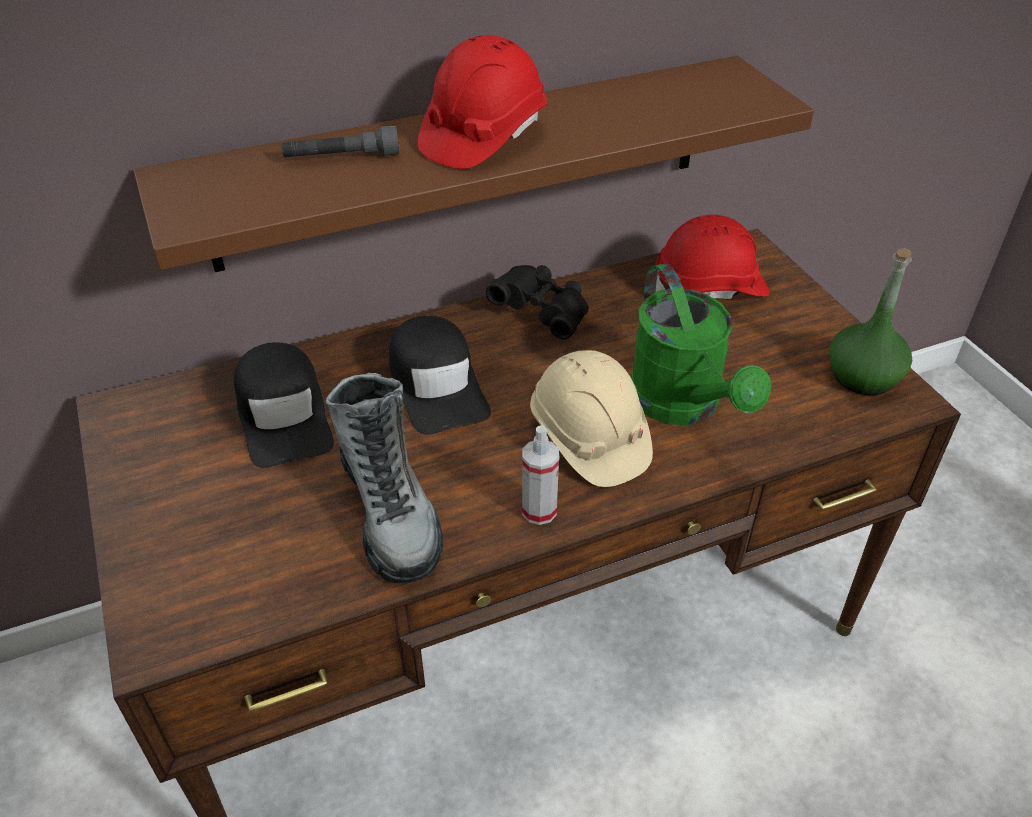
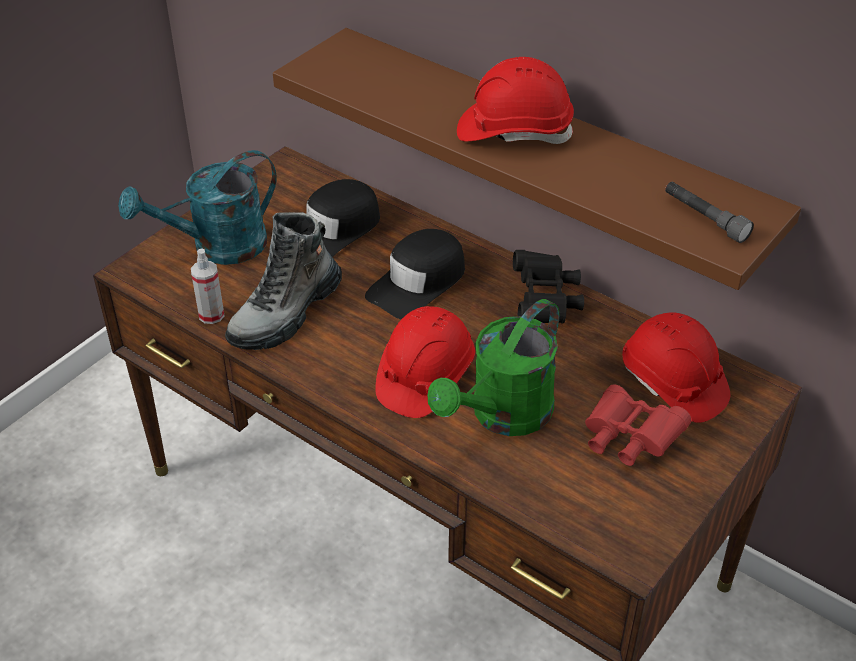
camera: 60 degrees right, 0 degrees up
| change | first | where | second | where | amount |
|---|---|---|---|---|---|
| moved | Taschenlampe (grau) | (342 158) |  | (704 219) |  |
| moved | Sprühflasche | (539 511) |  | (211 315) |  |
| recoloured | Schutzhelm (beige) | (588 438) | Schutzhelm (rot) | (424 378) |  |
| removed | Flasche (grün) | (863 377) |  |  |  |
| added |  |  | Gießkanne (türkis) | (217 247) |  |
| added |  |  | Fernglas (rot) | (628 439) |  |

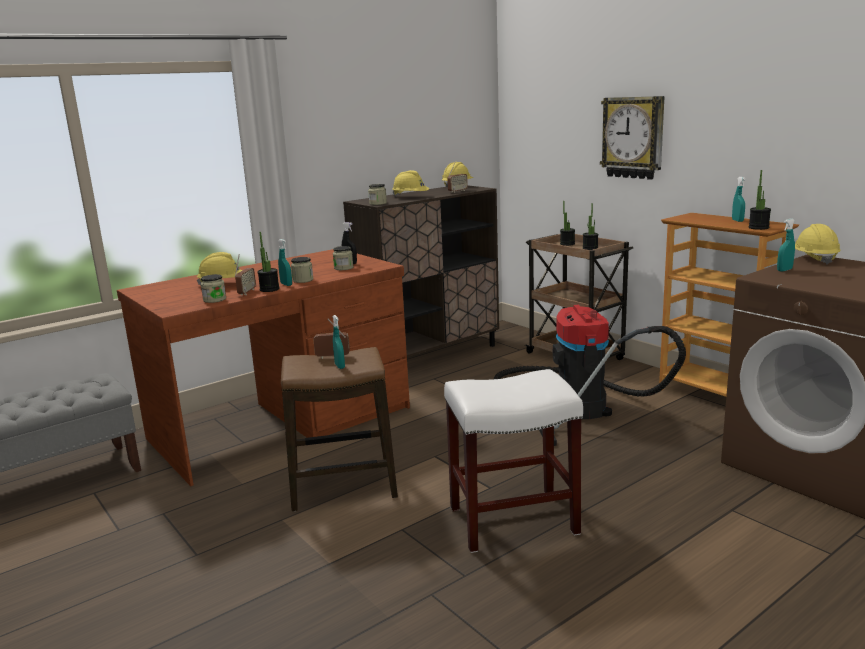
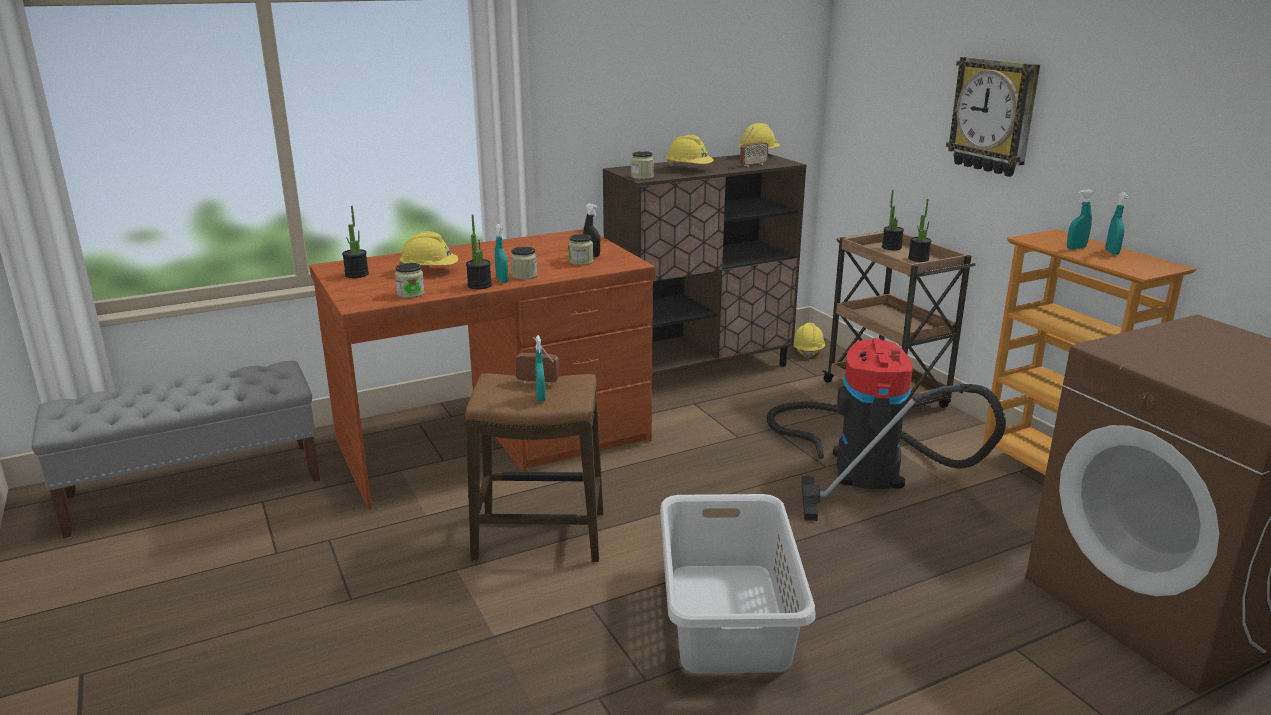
camera: 10 degrees right, 5 degrees up
| change | first | where | second | where | amount |
|---|---|---|---|---|---|
| removed | Radio | (246 292) |  |  |  |
| replaced | Hocker (weiß) | (514 520) | Wäschekorb (grau) | (729 615) |  |
| moved | Topfpflanze | (758 227) |  | (357 274) |  |
| moved | Sprühflasche (türkis) | (784 270) |  | (1076 248) |  |
| moved | Schutzhelm (gelb) | (814 259) |  | (807 351) |  |

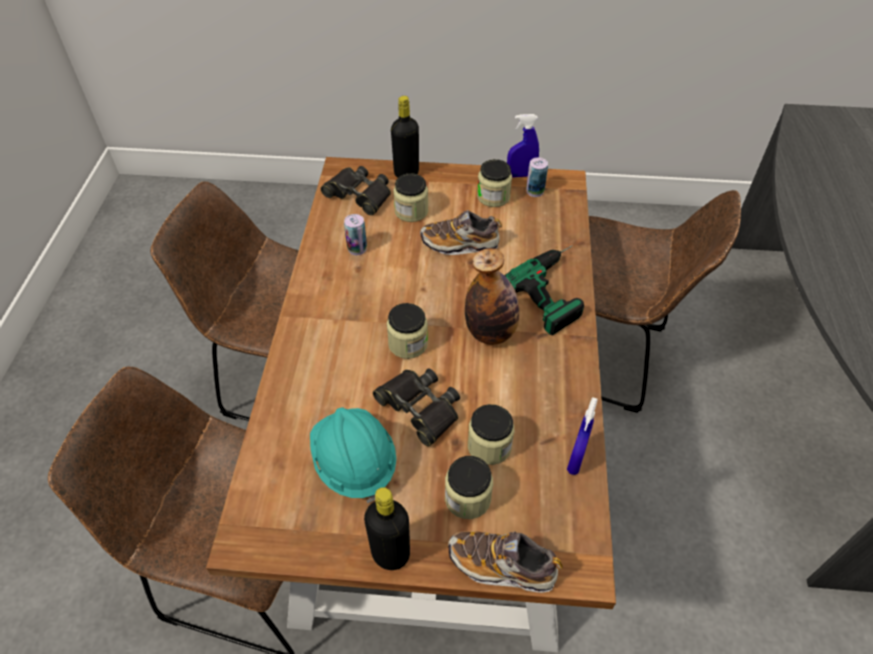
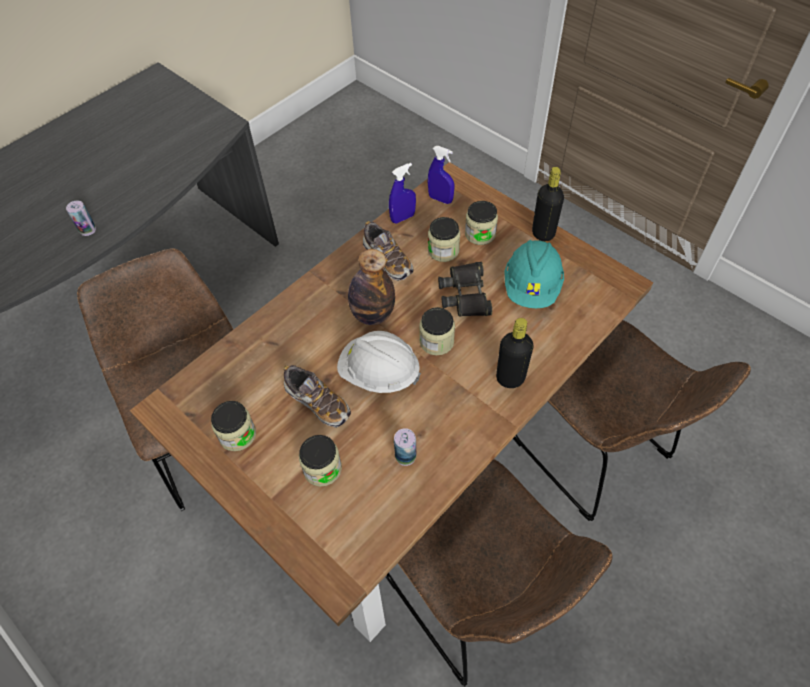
camera: 140 degrees left, 5 degrees up
| change | first | where | second | where | amount |
|---|---|---|---|---|---|
| removed | Fernglas (schwarz) | (359 195) |  |  |  |
| moved | Flasche (schwarz) | (406 173) |  | (510 378) |  |
| moved | Schuh | (502 566) |  | (388 260) |  |
| removed | Bohrmaschine | (557 289) |  |  |  |
| moved | Sprühflasche (blau) | (520 175) |  | (440 199) |  |
| moved | Dose | (535 191) |  | (88 230) |  |
| added |  |  | Schutzhelm (weiß) | (379 373) |  |

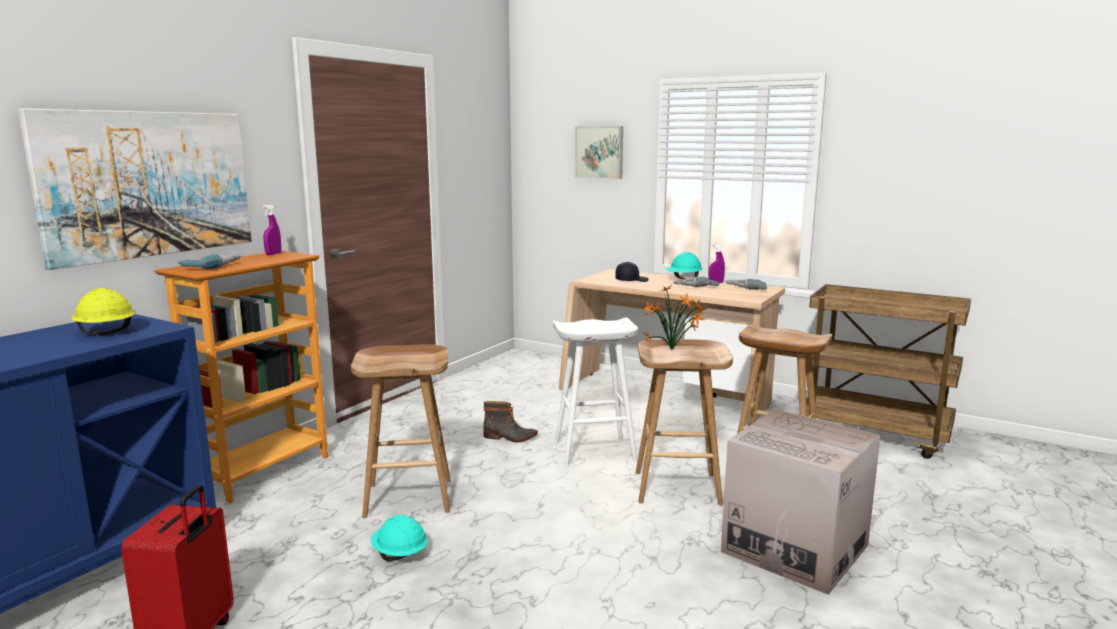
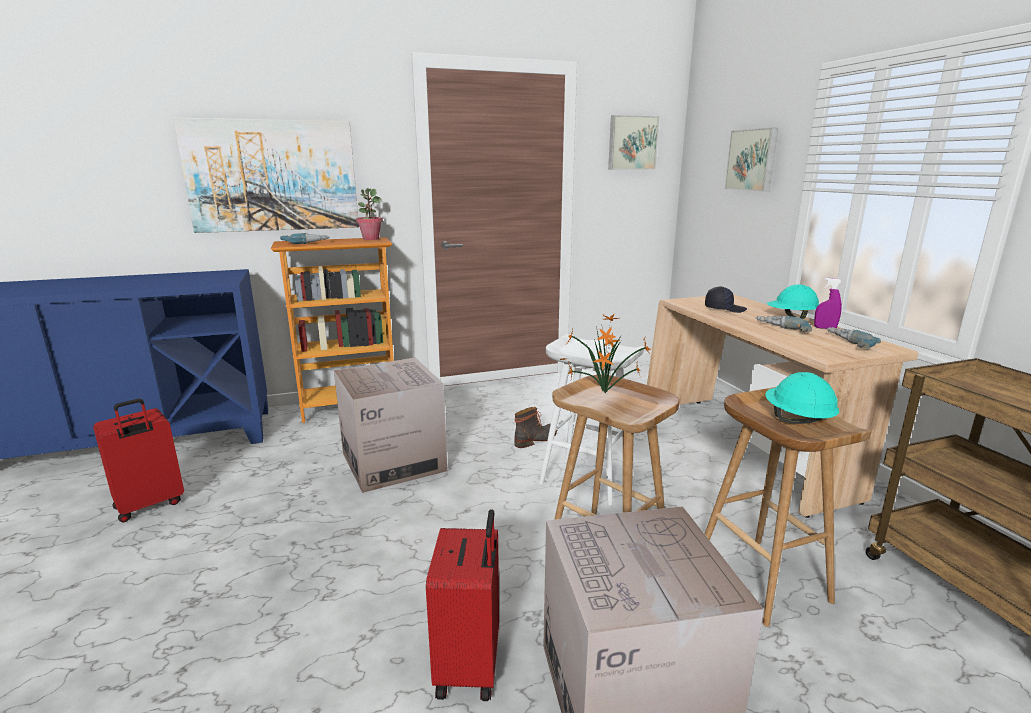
camera: 40 degrees right, 5 degrees up
| change | first | where | second | where | amount |
|---|---|---|---|---|---|
| removed | Schutzhelm (gelb) | (105 332) |  |  |  |
| replaced | Sprühflasche (lila) | (273 254) | Topfpflanze | (371 239) |  |
| replaced | Hocker (braun) | (410 497) | Karton | (393 462) |  |
| moved | Schutzhelm (türkis) | (399 555) |  | (797 420) |  |
| turned | Stiefel | (510 437) |  | (537 439) | 90 degrees counterclockwise |
| added |  |  | Koffer (rot) | (470 666) |  |
| added |  |  | Bild | (632 143) |  |

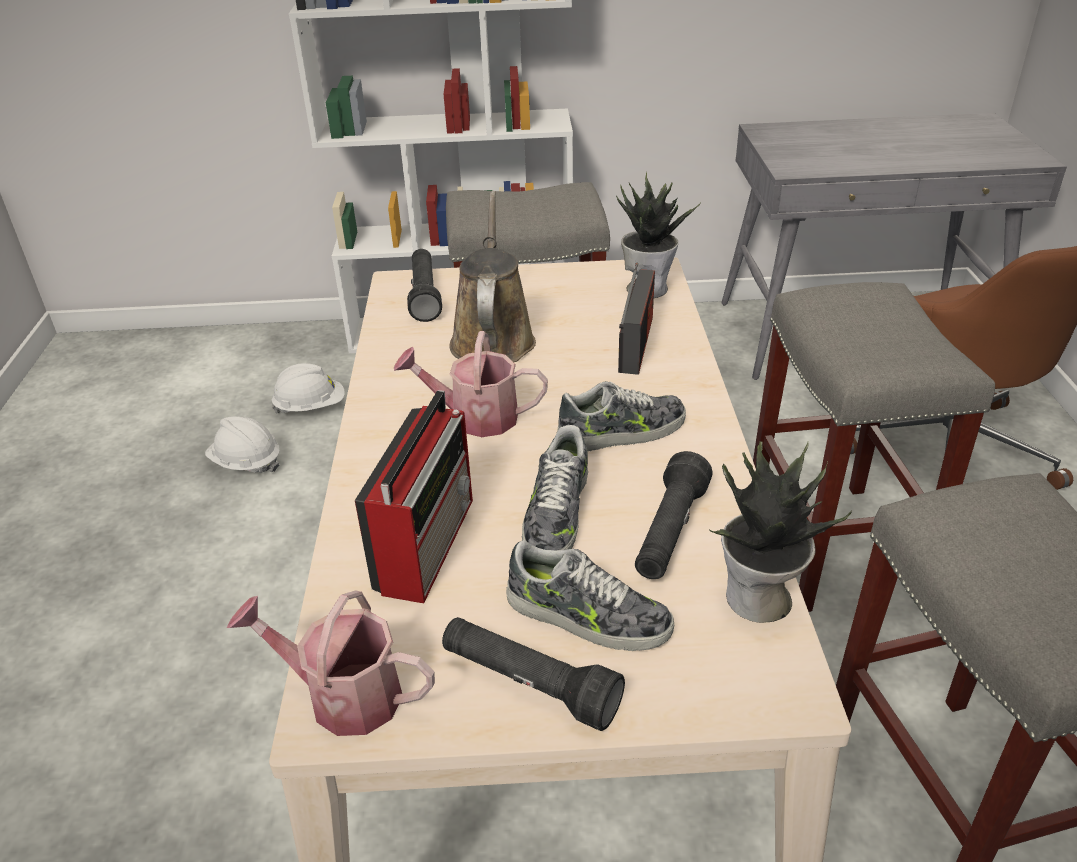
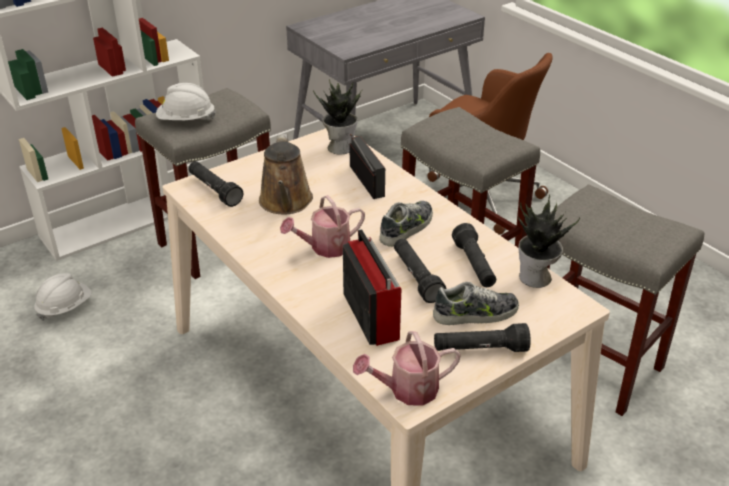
camera: 35 degrees left, 0 degrees up
| change | first | where | second | where | amount |
|---|---|---|---|---|---|
| moved | Schutzhelm (weiß) | (246 463) |  | (186 121) |  |
| turned | Gießkanne (braun) | (493 339) |  | (286 203) | 150 degrees counterclockwise |
| replaced | Schuh | (556 514) | Taschenlampe (schwarz) | (416 277) |  |

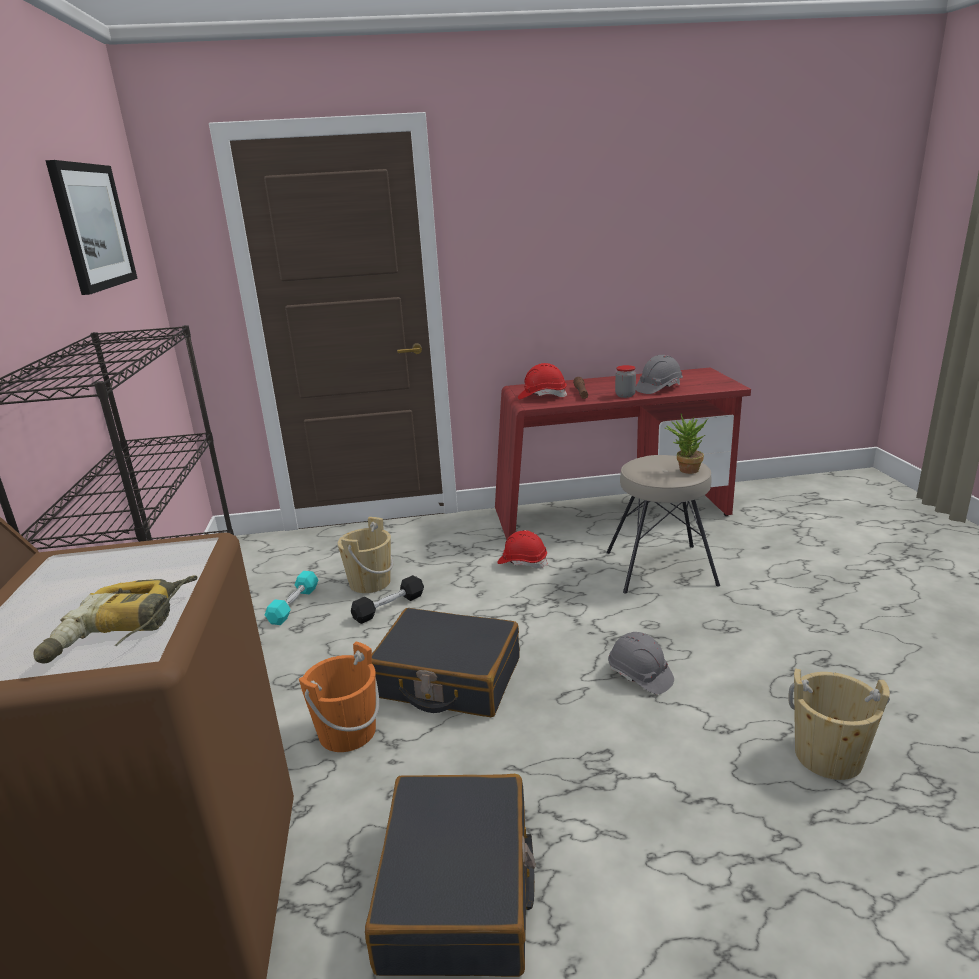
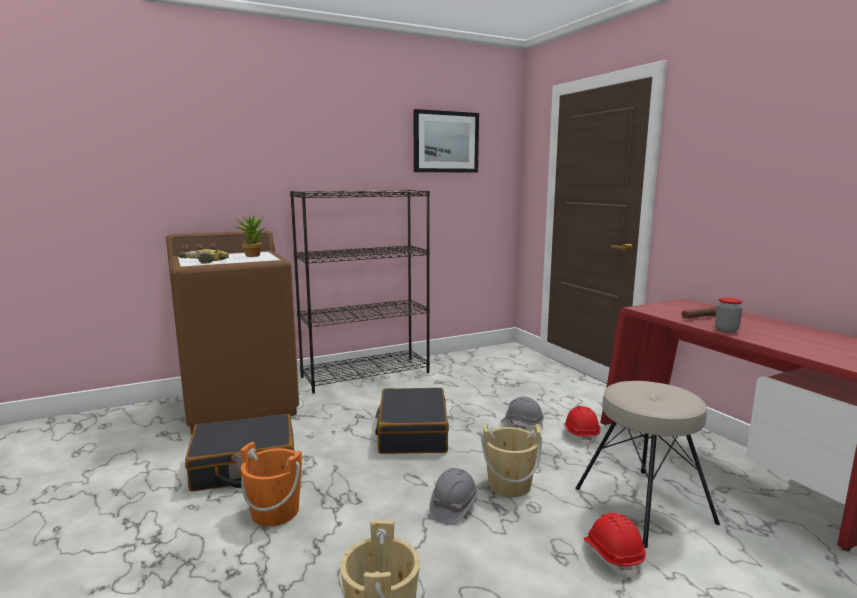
camera: 70 degrees right, 10 degrees down
| change | first | where | second | where | amount |
|---|---|---|---|---|---|
| removed | Hantel (türkis) | (294 605) |  |  |  |
| moved | Eimer (orange) | (347 732) |  | (275 512) |  |
| moved | Eimer (beige) | (370 582) |  | (509 485) |  |
| removed | Hantel (schwarz) | (389 607) |  |  |  |
| moved | Schutzhelm (rot) | (542 396) |  | (613 555) |  |
| moved | Schutzhelm (grau) | (658 388) |  | (522 424) |  |
| moved | Topfpflanze | (684 470) |  | (253 255) |  |

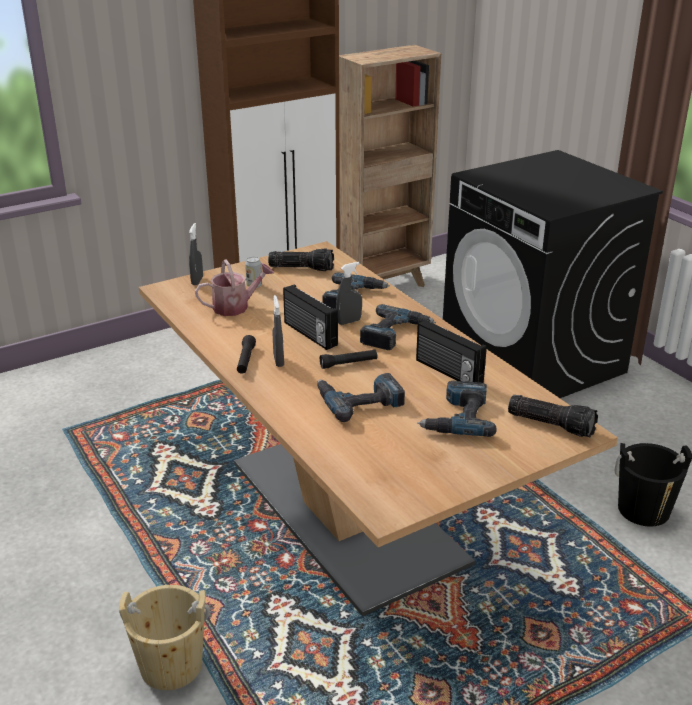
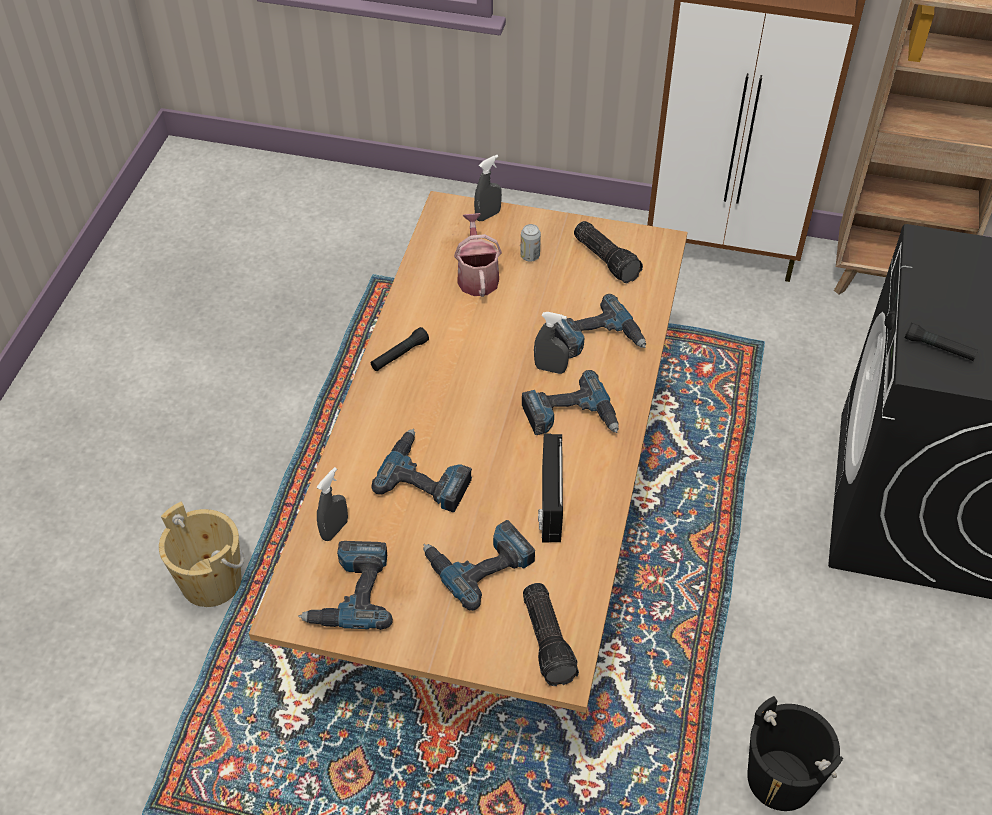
camera: 45 degrees right, 20 degrees up
| change | first | where | second | where | amount |
|---|---|---|---|---|---|
| turned | Gießkanne | (235 307) |  | (477 276) | 120 degrees counterclockwise |
| moved | Sprühflasche (grau) | (278 361) |  | (334 530) |  |
| removed | Radio | (309 334) |  |  |  |
| moved | Taschenlampe (schwarz) | (348 364) |  | (939 348) |  |
| added |  |  | Bohrmaschine | (350 592) |  |

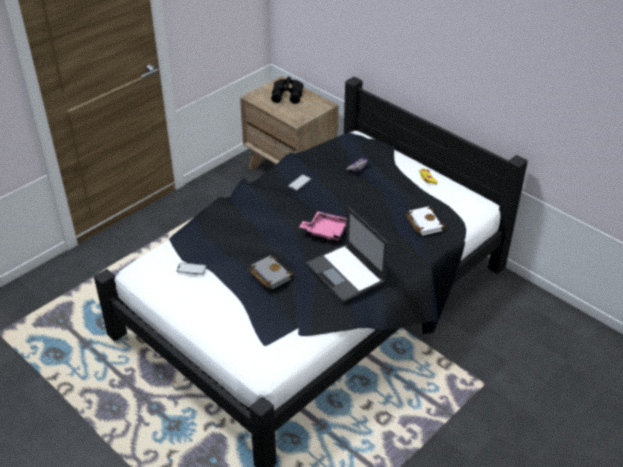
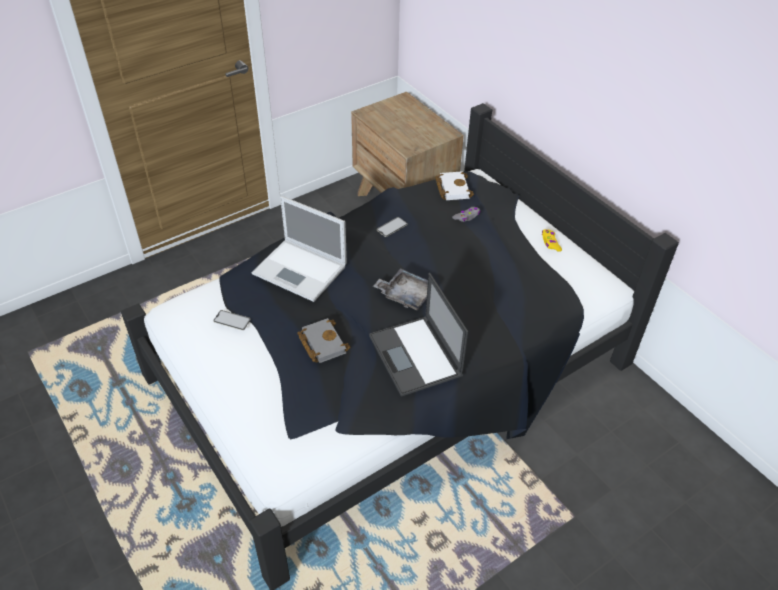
camera: 10 degrees right, 5 degrees up
| change | first | where | second | where | amount |
|---|---|---|---|---|---|
| removed | Fernglas (schwarz) | (288 94) |  |  |  |
| recoloured | Tablett (rosa) | (325 231) | Tablett (grau) | (406 295) |  |
| moved | Buch (weiß) | (423 223) |  | (452 188) |  |
| added |  |  | Laptop | (301 270) |  |

